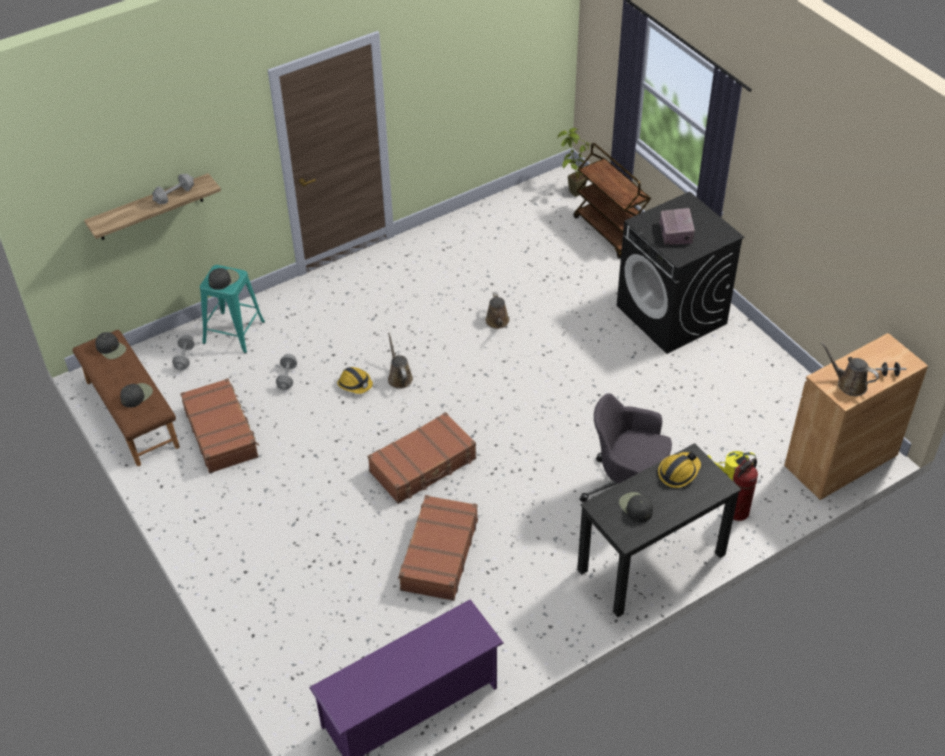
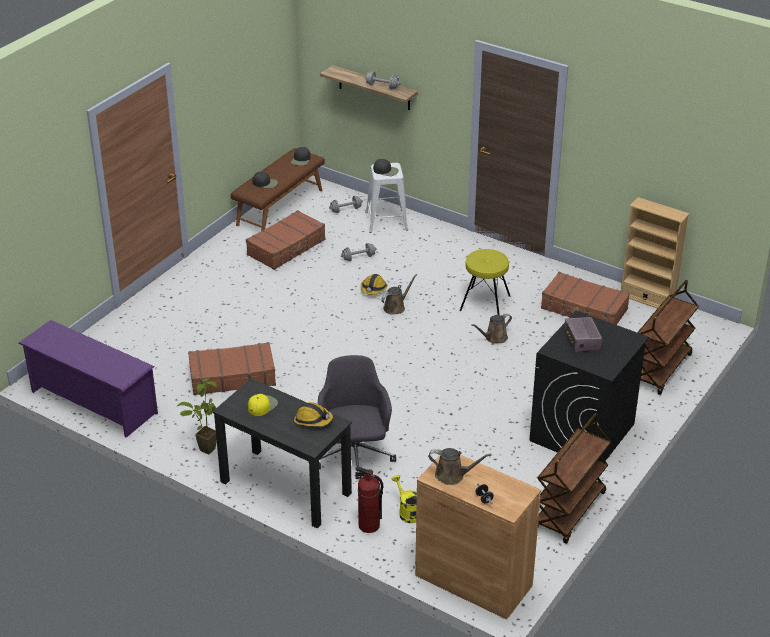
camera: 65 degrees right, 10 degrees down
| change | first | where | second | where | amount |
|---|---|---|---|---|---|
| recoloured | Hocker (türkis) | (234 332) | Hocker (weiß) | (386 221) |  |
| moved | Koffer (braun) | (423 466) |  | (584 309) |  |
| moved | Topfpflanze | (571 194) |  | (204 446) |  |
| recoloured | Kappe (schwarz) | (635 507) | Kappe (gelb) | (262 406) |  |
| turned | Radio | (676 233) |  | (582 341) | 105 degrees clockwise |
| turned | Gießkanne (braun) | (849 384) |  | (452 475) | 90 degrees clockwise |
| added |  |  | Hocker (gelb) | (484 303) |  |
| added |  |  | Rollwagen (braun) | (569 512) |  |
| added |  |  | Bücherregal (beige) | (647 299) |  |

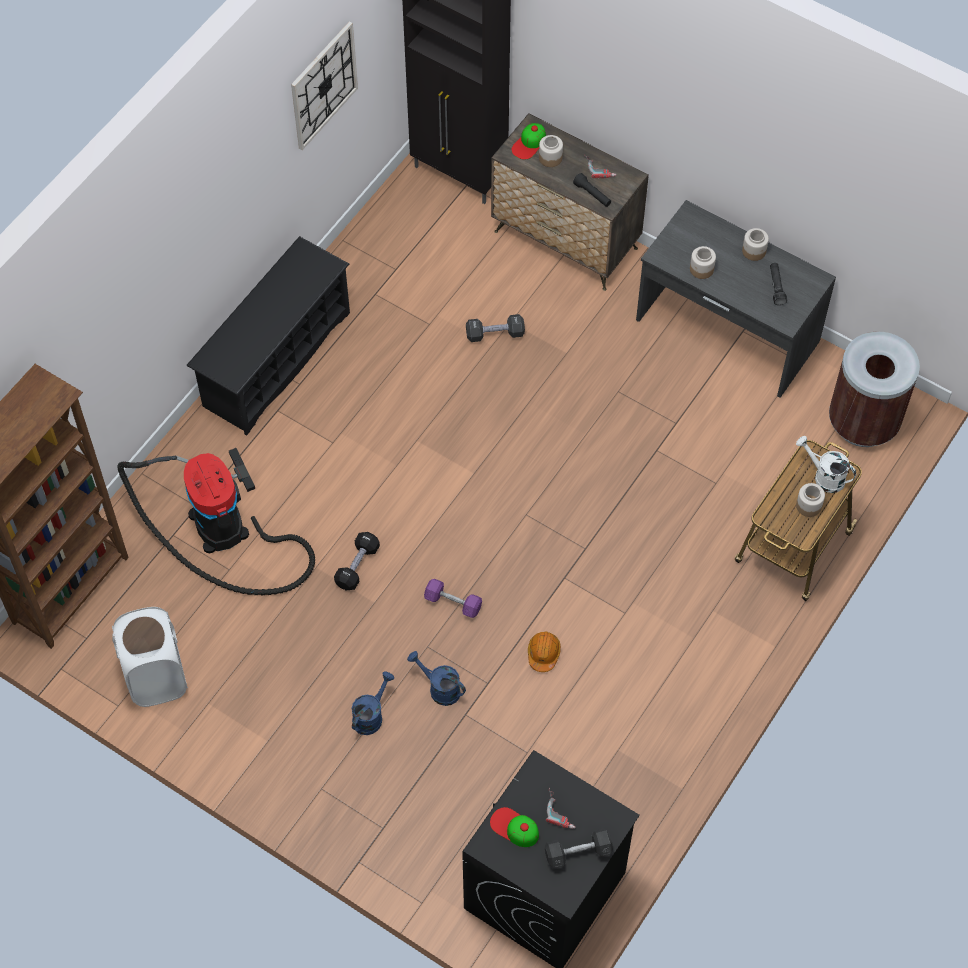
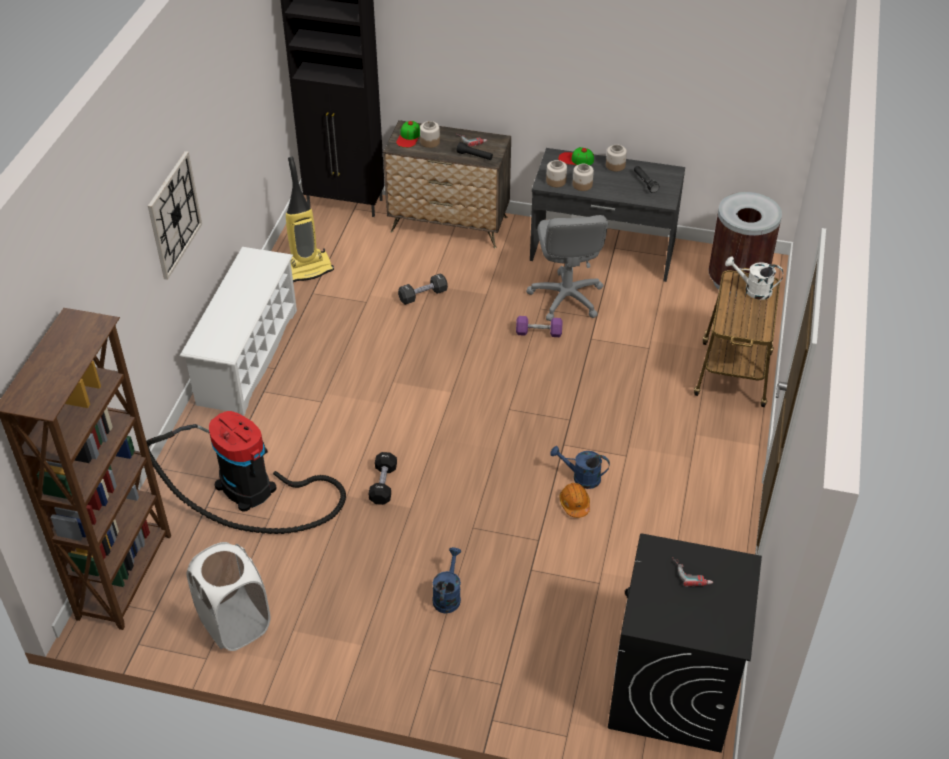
camera: 20 degrees left, 15 degrees down
| change | first | where | second | where | amount |
|---|---|---|---|---|---|
| recoloured | Schuhregal (schwarz) | (276 360) | Schuhregal (weiß) | (247 357) |  |
| moved | Wanduhr | (323 85) |  | (174 215) |  |
| moved | Gießkanne (blau) | (439 688) |  | (581 478) |  |
| moved | Hantel (lila) | (453 603) |  | (538 332) |  |
| moved | Kappe | (514 828) |  | (576 159) |  |
| removed | Hantel (grau) | (578 852) |  |  |  |
| moved | Vorratsglas | (809 506) |  | (556 181) |  |
| added |  |  | Staubsauger | (308 269) |  |
| added |  |  | Bürostuhl (grau) | (566 298) |  |

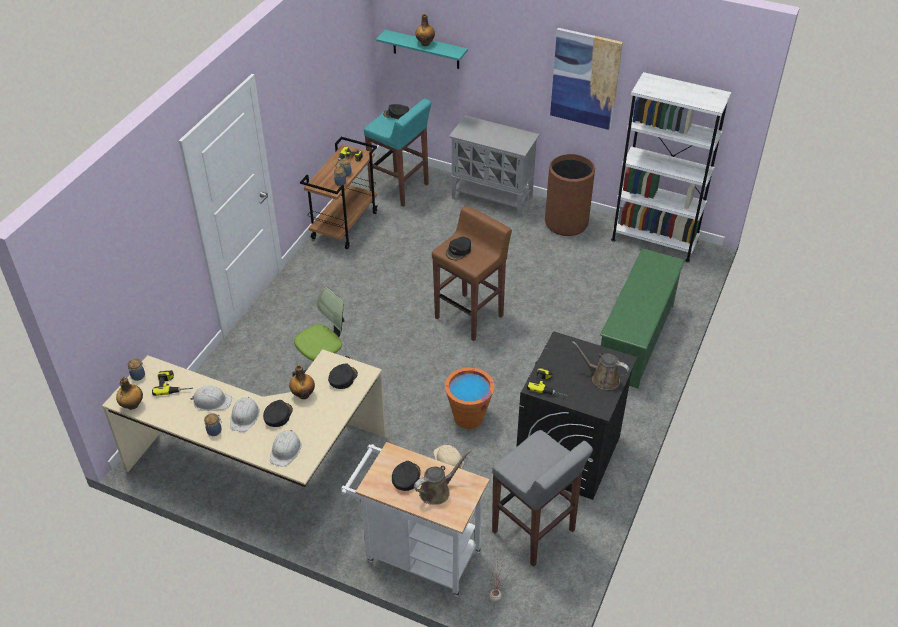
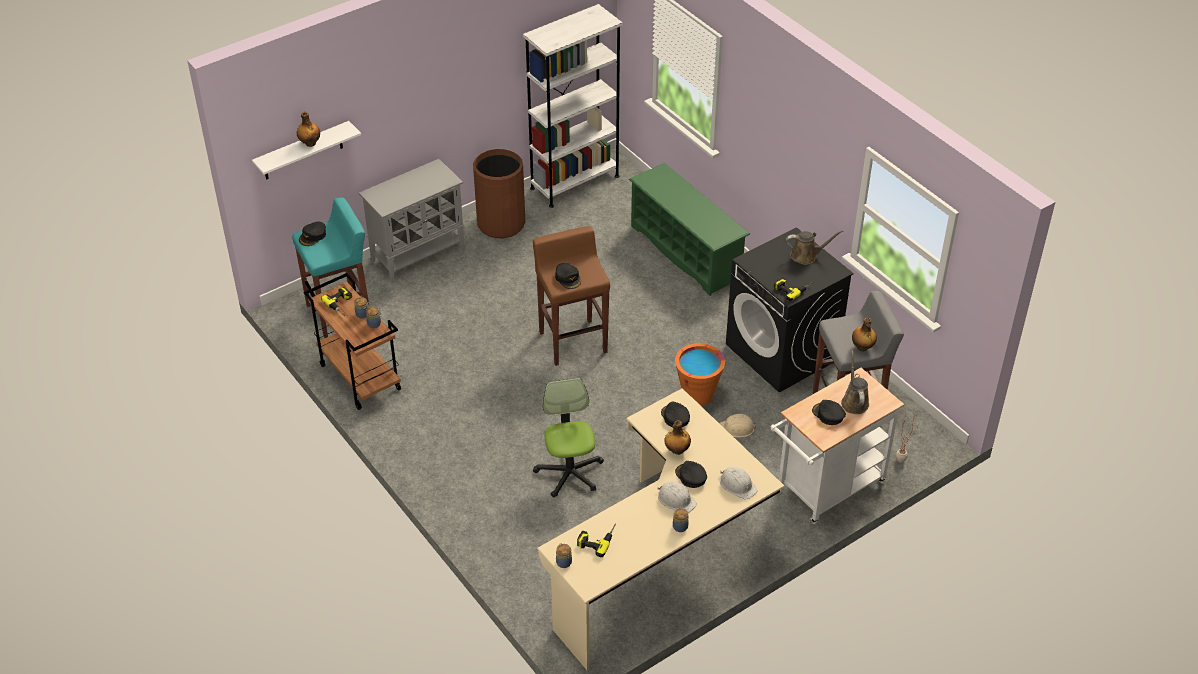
camera: 60 degrees left, 0 degrees up
| change | first | where | second | where | amount |
|---|---|---|---|---|---|
| moved | Flasche | (132 405) |  | (862 347) |  |
| removed | Schutzhelm (weiß) | (211 401) |  |  |  |
| recoloured | Wandregal (türkis) | (426 49) | Wandregal (weiß) | (302 151) |  |
| removed | Bild | (585 79) |  |  |  |
| turned | Gießkanne (braun) | (602 378) |  | (806 256) | 150 degrees counterclockwise |

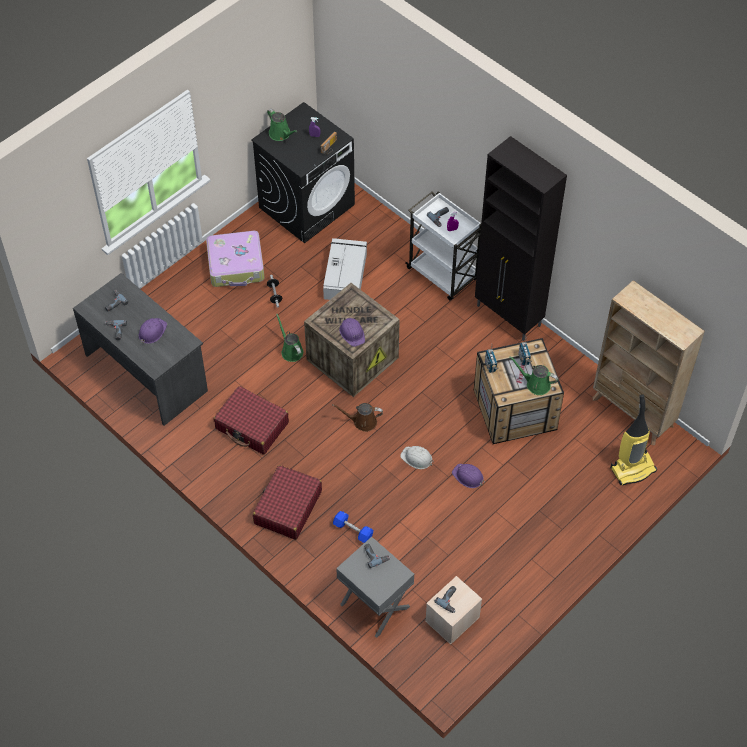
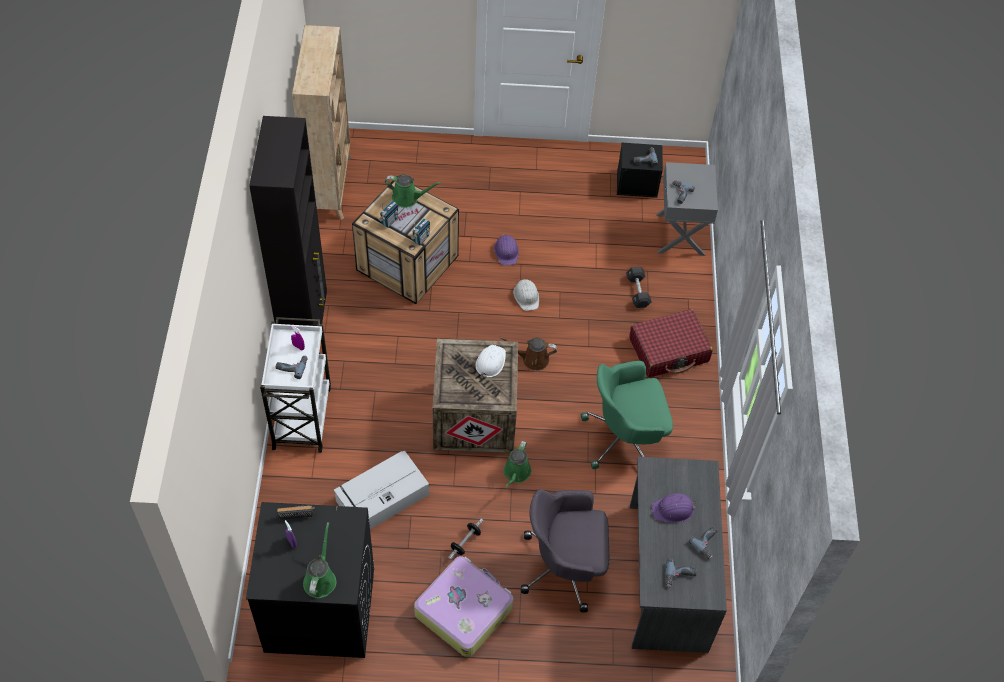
camera: 135 degrees left, 0 degrees up
| change | first | where | second | where | amount |
|---|---|---|---|---|---|
| replaced | Koffer (rot) | (252 426) | Bürostuhl (grün) | (625 438) |  |
| turned | Gießkanne (braun) | (362 422) |  | (532 359) | 135 degrees clockwise |
| recoloured | Hantel (blau) | (353 530) | Hantel (schwarz) | (637 292) |  |
| recoloured | Schutzhelm (lila) | (352 333) | Schutzhelm (weiß) | (490 362) |  |
| recoloured | Aufbewahrungsbox (beige) | (452 620) | Aufbewahrungsbox (schwarz) | (637 183) |  |
| turned | Gießkanne (grün) | (535 384) |  | (408 198) | 60 degrees counterclockwise |
| removed | Staubsauger | (632 468) |  |  |  |
| added |  |  | Bürostuhl (grau) | (565 567) |  |

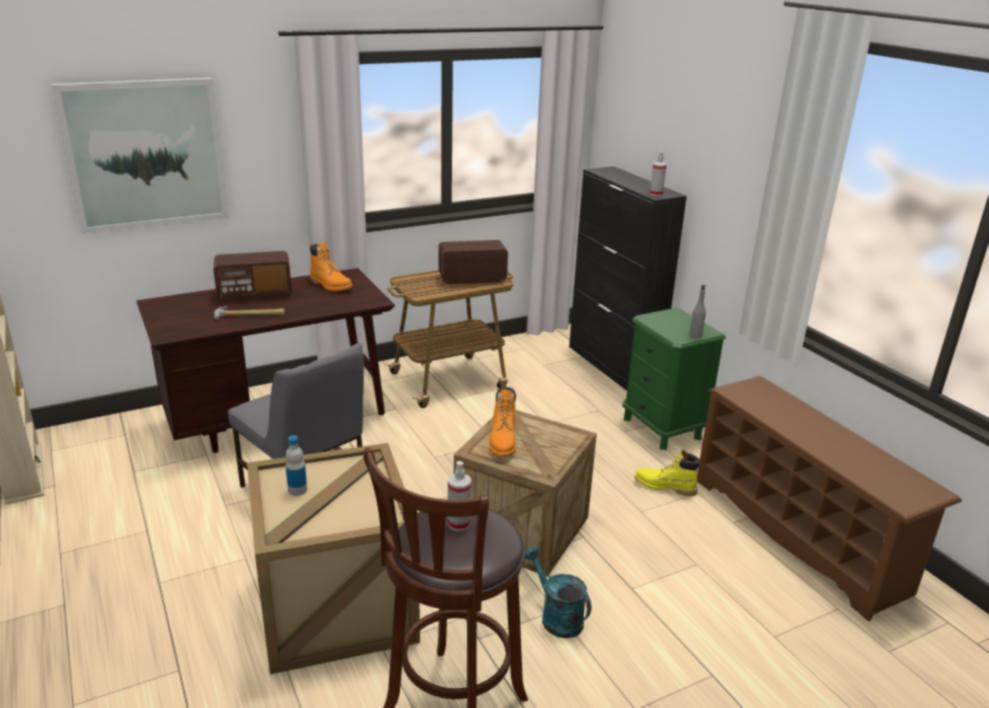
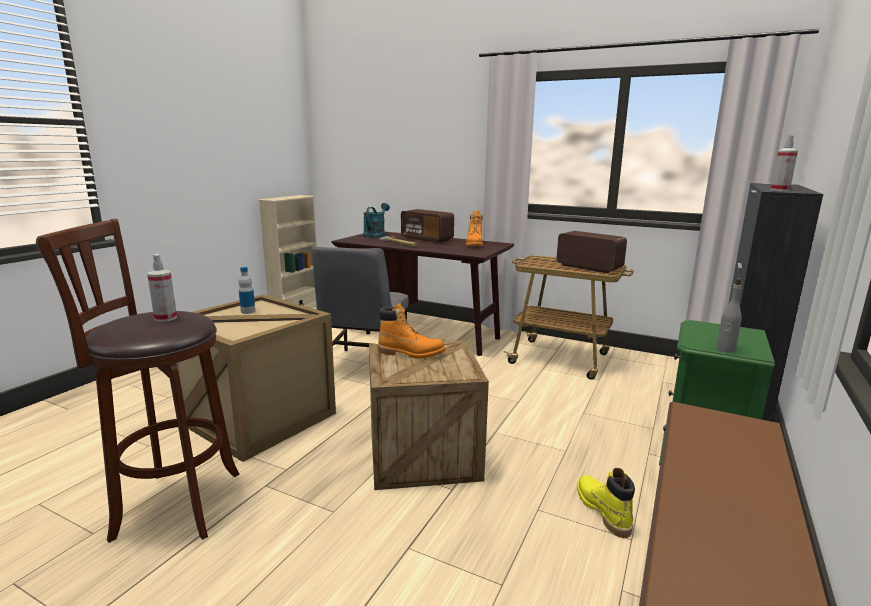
camera: 55 degrees right, 10 degrees down
| change | first | where | second | where | amount |
|---|---|---|---|---|---|
| removed | Bild | (146 155) |  |  |  |
| turned | Stiefel (orange) | (503 442) |  | (411 353) | 135 degrees counterclockwise |
| moved | Gießkanne (türkis) | (556 616) |  | (375 235) |  |

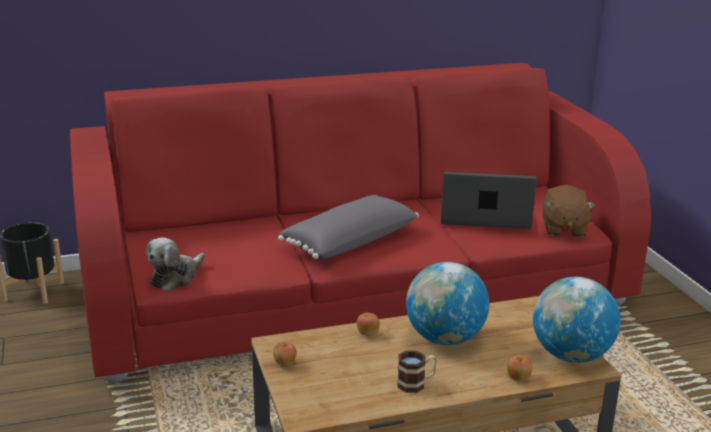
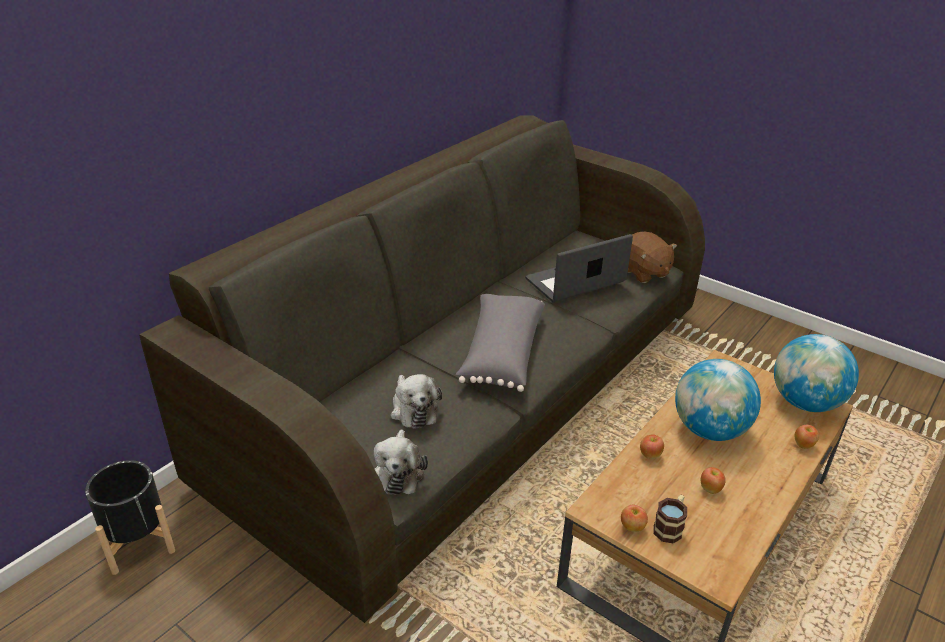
camera: 35 degrees left, 10 degrees up
| change | first | where | second | where | amount |
|---|---|---|---|---|---|
| recoloured | Sofa (rot) | (354 289) | Sofa (grau) | (470 389) |  |
| moved | Henkelbecher | (416 383) |  | (670 527) |  |
| added |  |  | Plüschtier | (413 409) |  |
| added |  |  | Apfel | (710 489) |  |

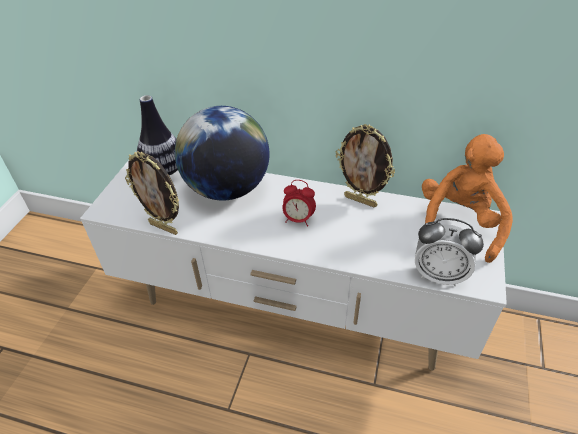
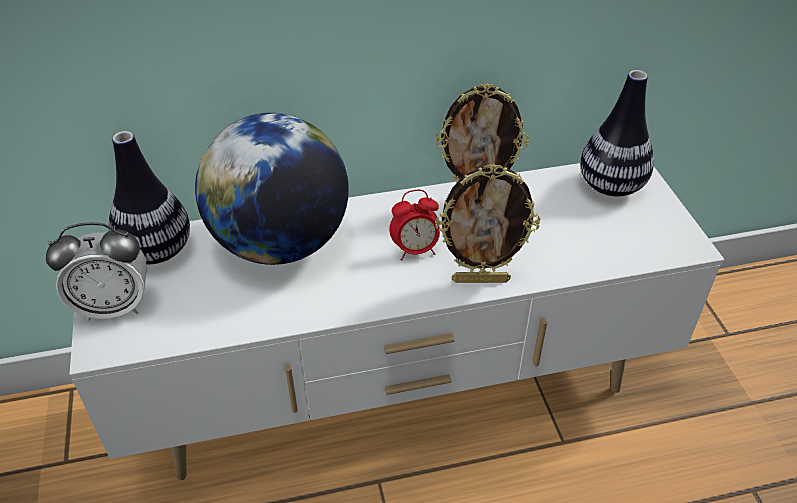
camera: 30 degrees left, 0 degrees up
| change | first | where | second | where | amount |
|---|---|---|---|---|---|
| moved | Bilderrahmen | (164 227) |  | (481 279) |  |
| moved | Wecker | (439 275) |  | (114 307) |  |
| replaced | Plüschtier (orange) | (458 225) | Vase | (611 186) |  |

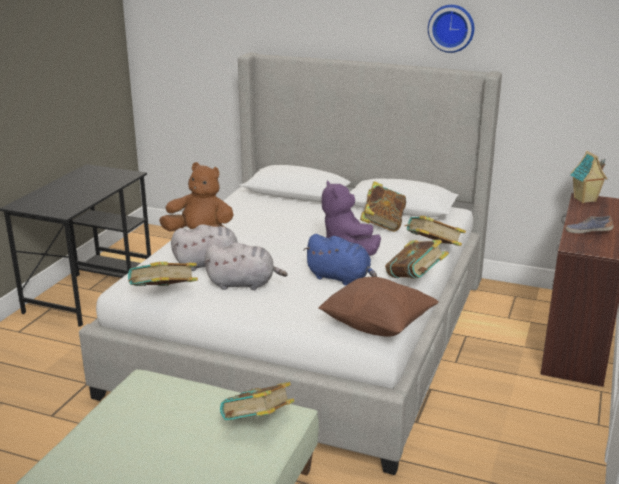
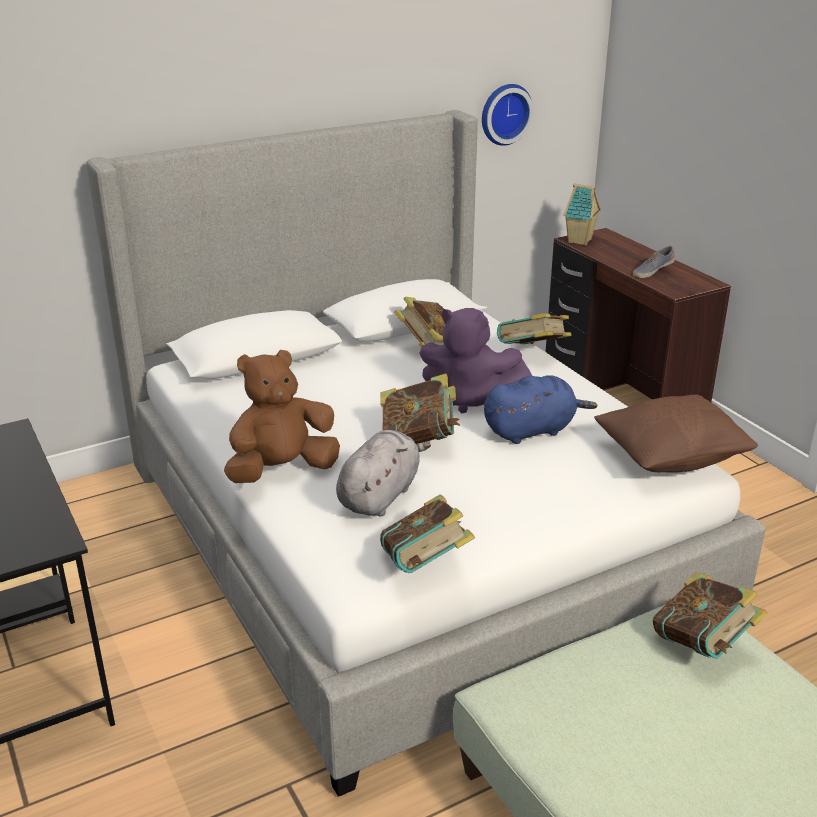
camera: 50 degrees left, 5 degrees up
| change | first | where | second | where | amount |
|---|---|---|---|---|---|
| removed | Plüschtier (grau) | (244 284) |  |  |  |
| moved | Buch | (415 279) |  | (419 441) |  |
| moved | Wanduhr | (451 28) |  | (504 113) |  |

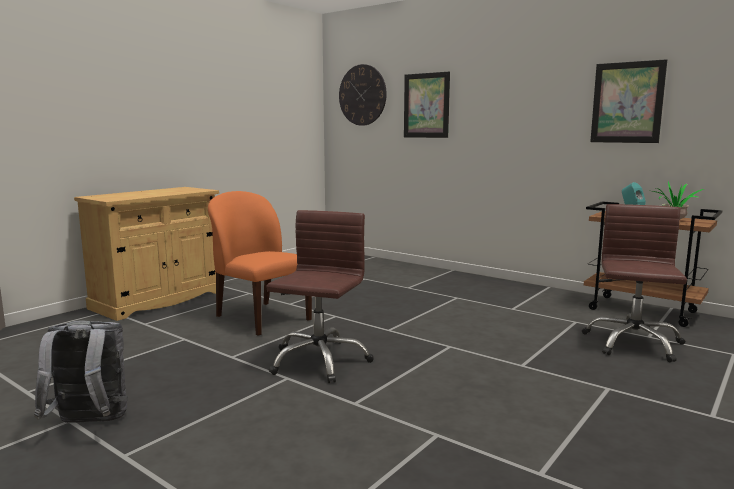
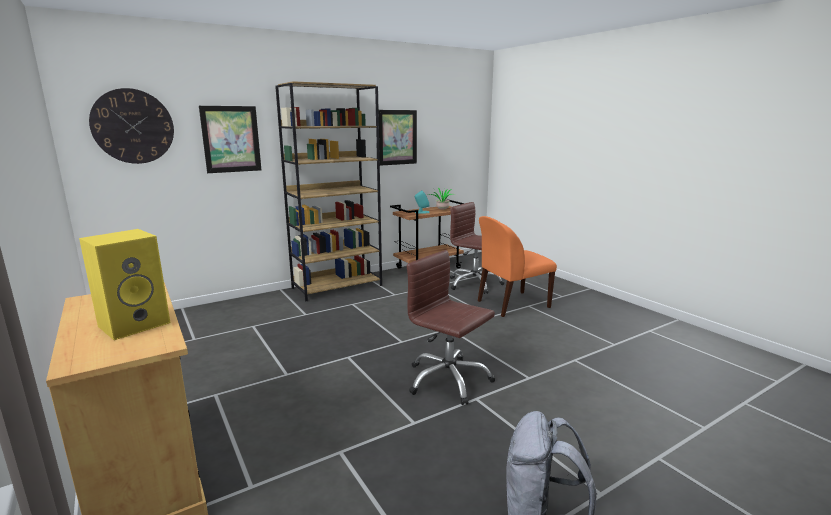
camera: 70 degrees left, 5 degrees up
| change | first | where | second | where | amount |
|---|---|---|---|---|---|
| moved | Stuhl (orange) | (261 318) |  | (511 304) |  |
| added |  |  | Lautsprecher (gelb) | (135 324) |  |
| added |  |  | Bücherregal (braun) | (337 286) |  |

